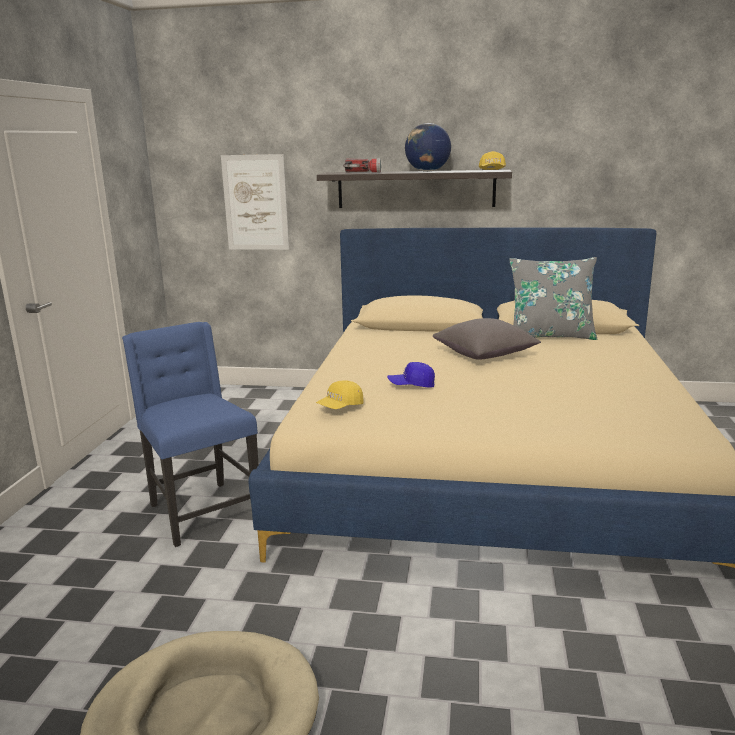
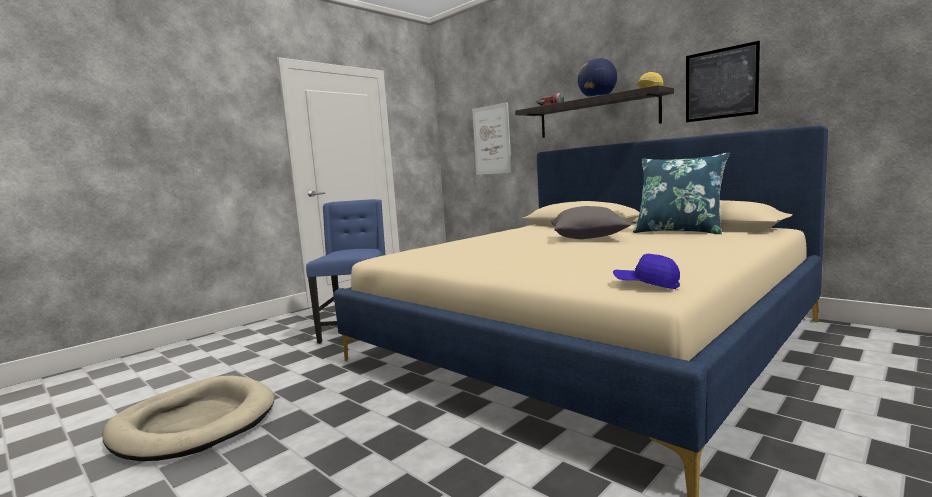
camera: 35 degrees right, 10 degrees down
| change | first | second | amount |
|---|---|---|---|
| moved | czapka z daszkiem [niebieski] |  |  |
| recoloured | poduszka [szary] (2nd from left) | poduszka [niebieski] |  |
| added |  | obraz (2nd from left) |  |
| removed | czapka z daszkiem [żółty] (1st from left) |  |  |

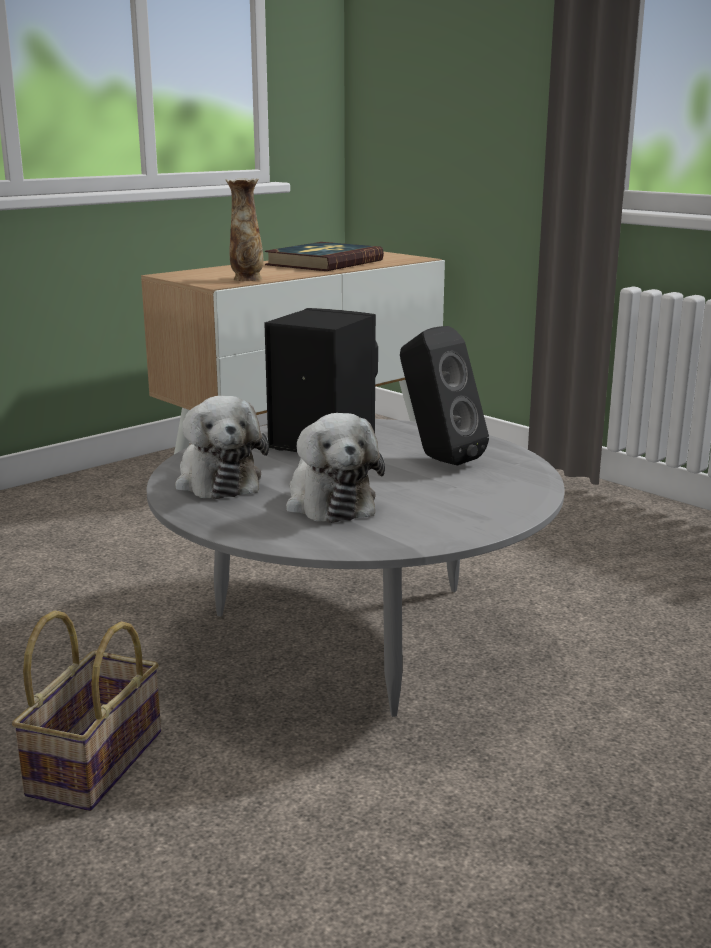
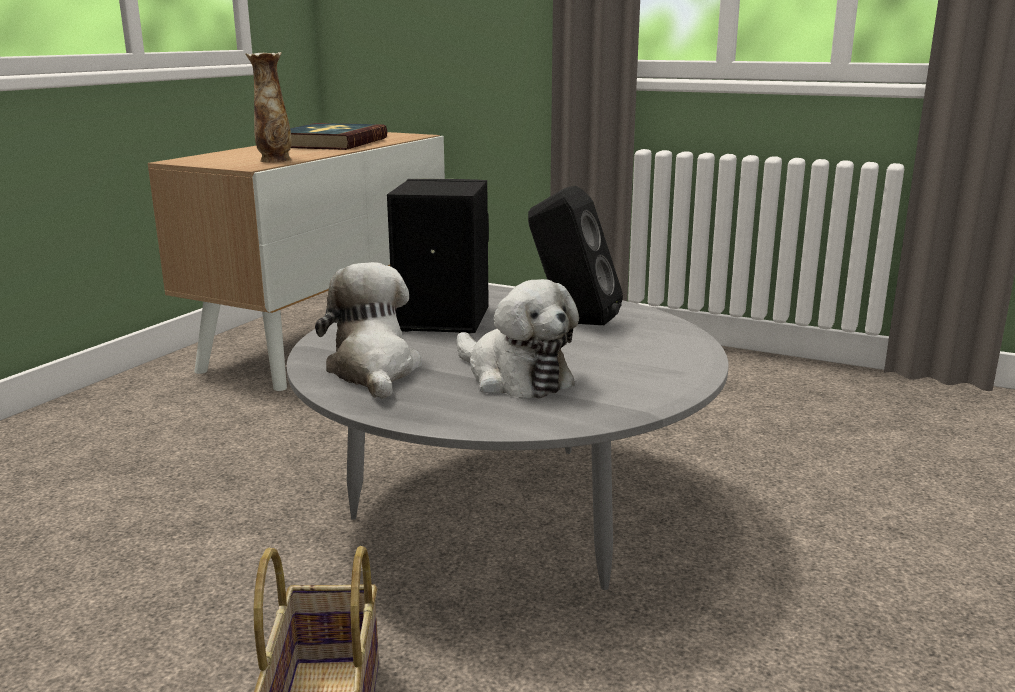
camera: 20 degrees left, 0 degrees up
| change | first | second | amount |
|---|---|---|---|
| turned | pluszak (1st from left) |  | 150 degrees counterclockwise |

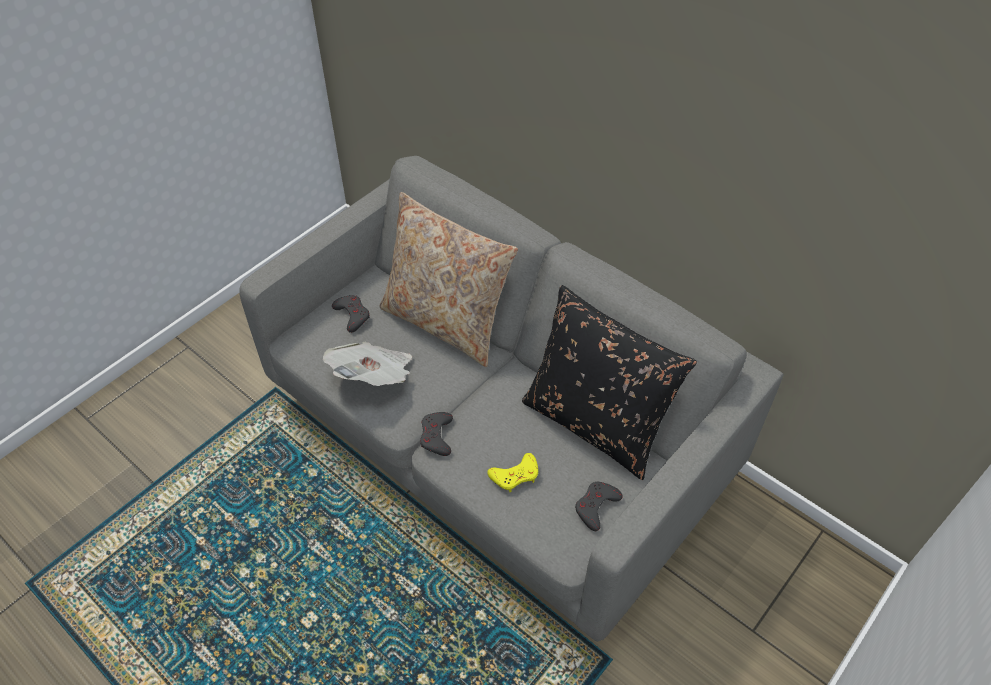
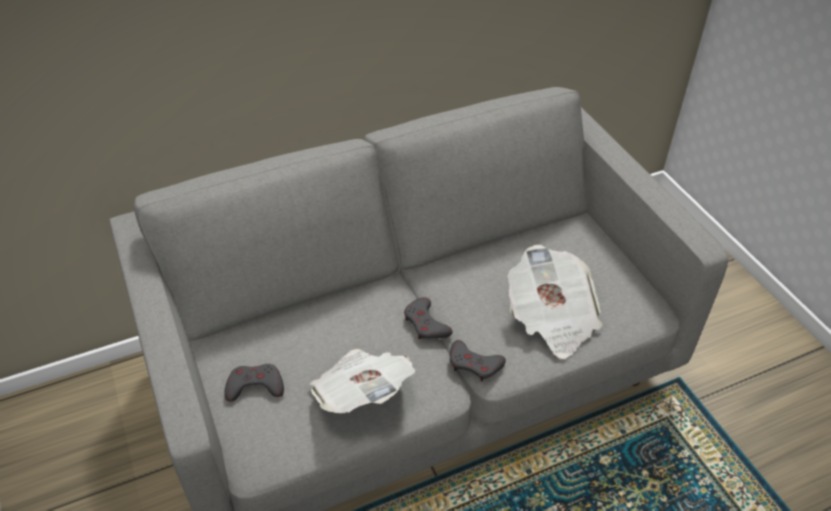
camera: 65 degrees left, 5 degrees down
| change | first | second | amount |
|---|---|---|---|
| moved | pad do gier [szary] (3rd from left in the first image) | pad do gier [szary] (2nd from left) |  |
| replaced | pad do gier [żółty] | gazeta (2nd from left) |  |
| removed | poduszka [beżowy] |  |  |
| removed | poduszka [czarny] |  |  |

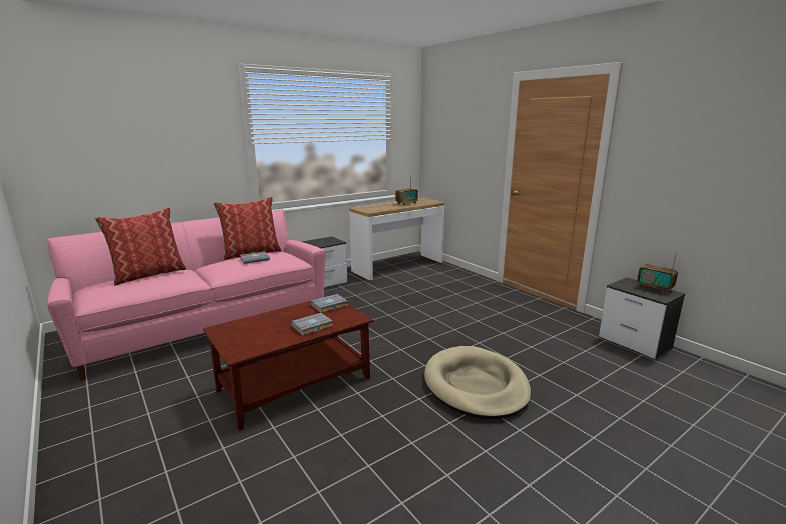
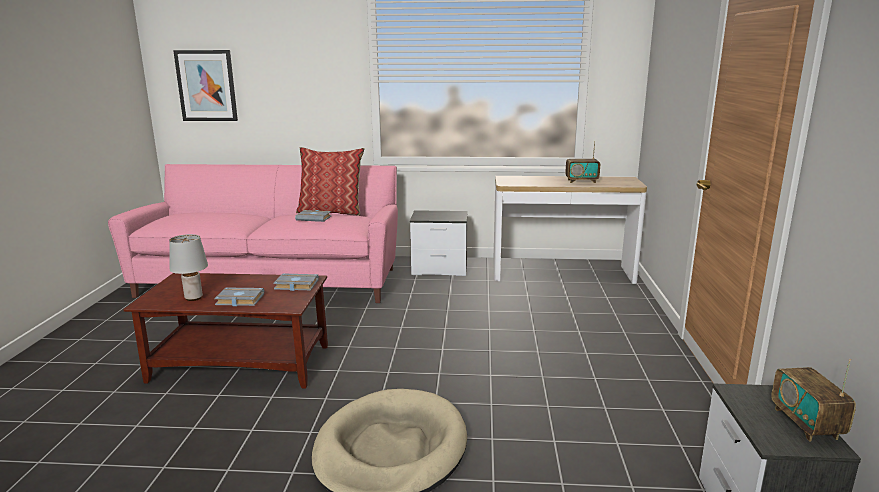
camera: 40 degrees right, 0 degrees up
| change | first | second | amount |
|---|---|---|---|
| added |  | lampa stołowa [szary] |  |
| added |  | obraz |  |
| removed | poduszka (1st from left) |  |  |

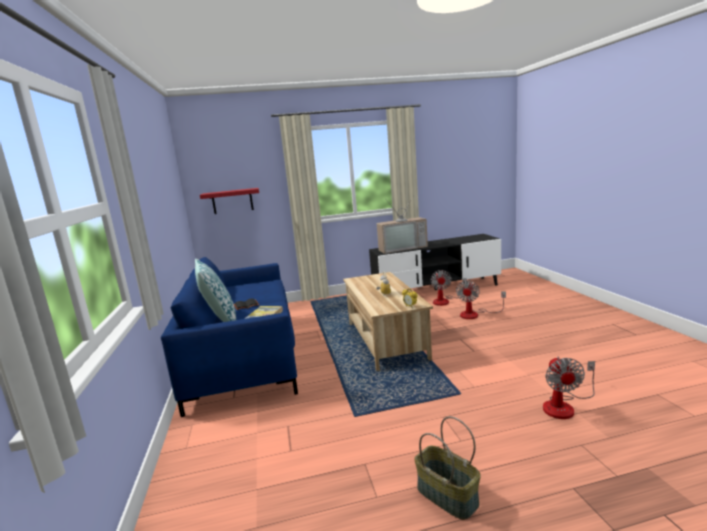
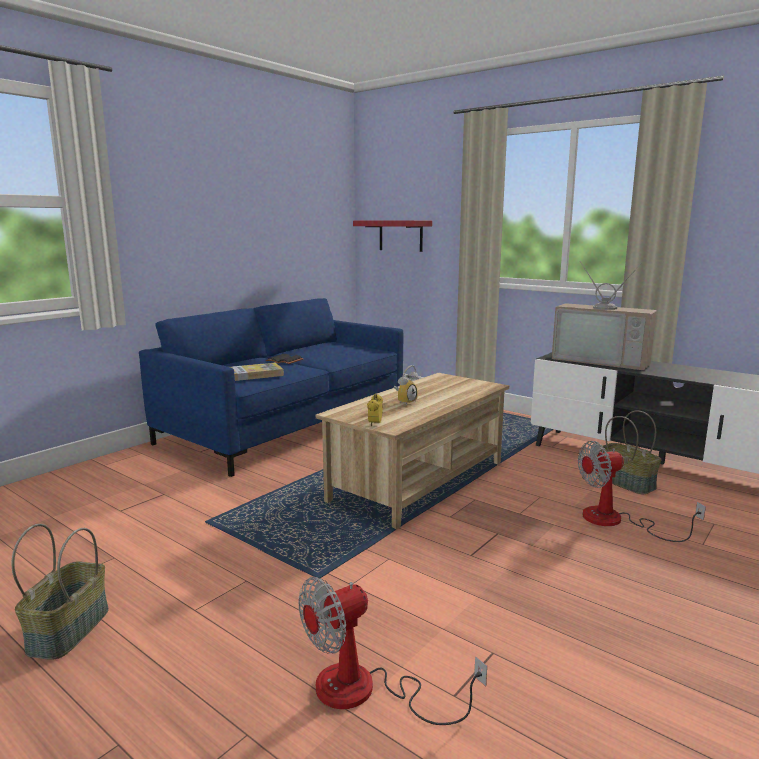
camera: 50 degrees right, 0 degrees up
| change | first | second | amount |
|---|---|---|---|
| replaced | wentylator (1st from left) | koszyk (2nd from left) |  |
| removed | poduszka |  |  |

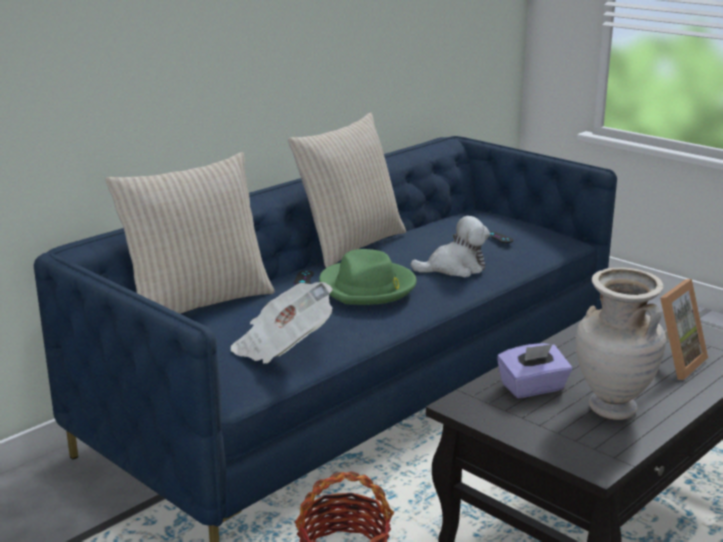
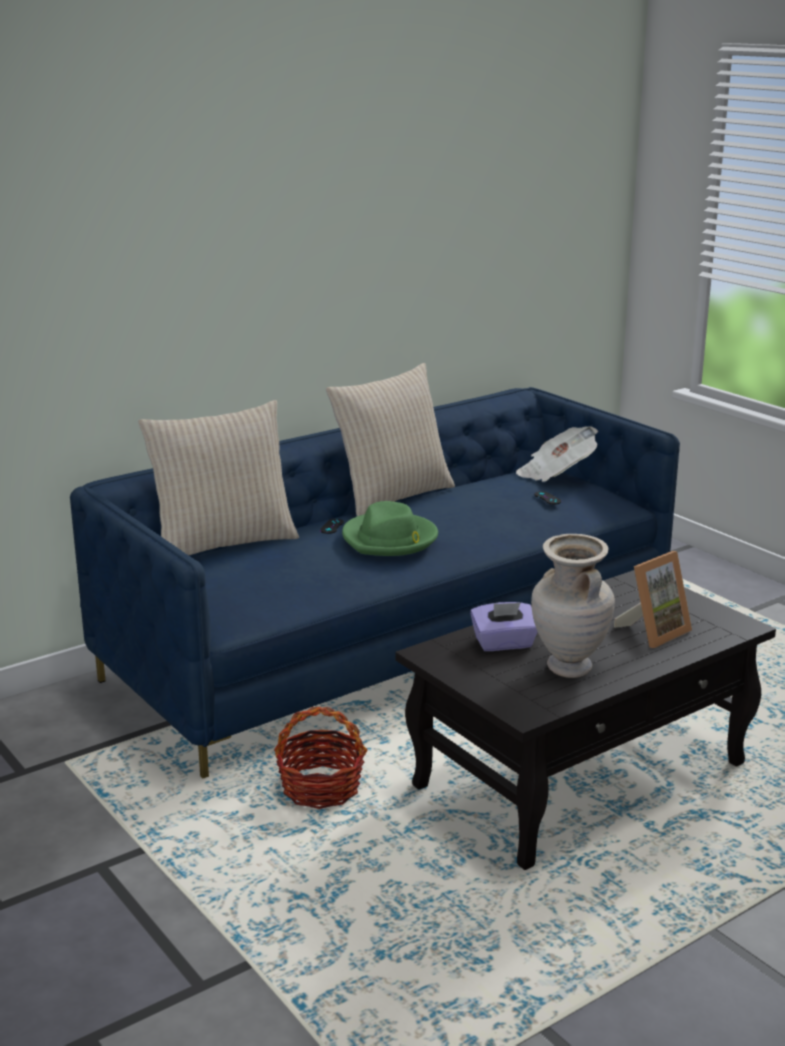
camera: 10 degrees right, 0 degrees up
| change | first | second | amount |
|---|---|---|---|
| moved | gazeta |  |  |
| removed | pluszak |  |  |

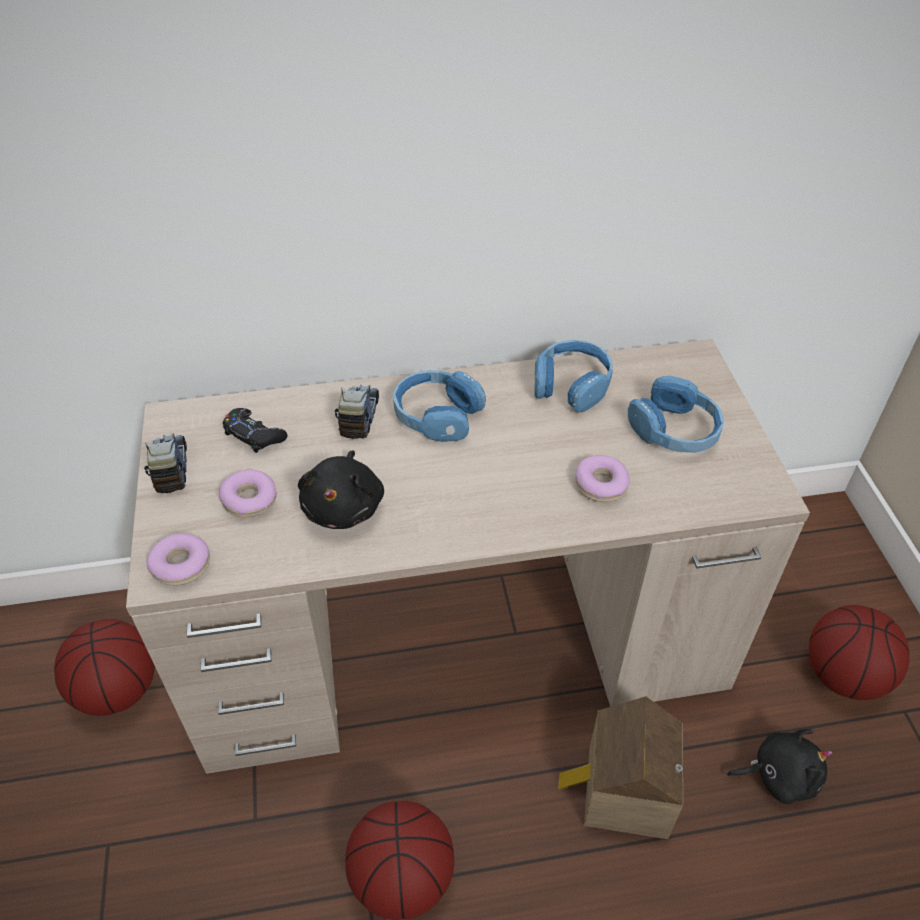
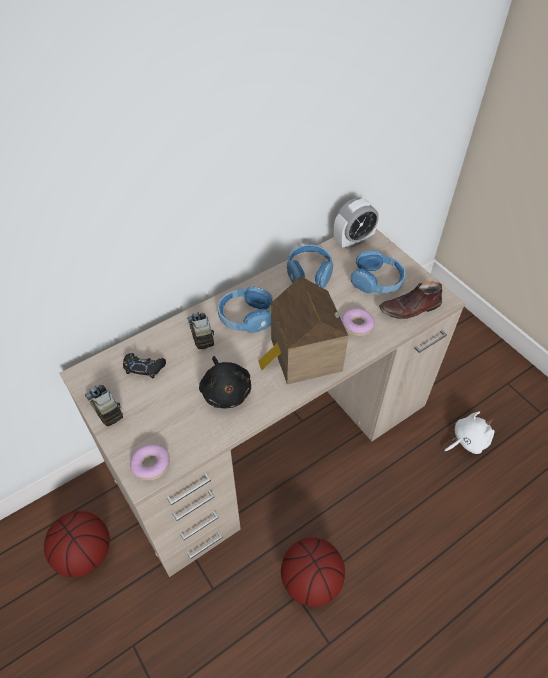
camera: 25 degrees left, 5 degrees up
| change | first | second | amount |
|---|---|---|---|
| moved | domek |  |  |
| added |  | budzik |  |
| added |  | but [brązowy] |  |
| recoloured | pluszak [czarny] (2nd from left) | pluszak [biały] |  |
| removed | donut (2nd from left) |  |  |
| removed | piłka do koszykówki (3rd from left) |  |  |

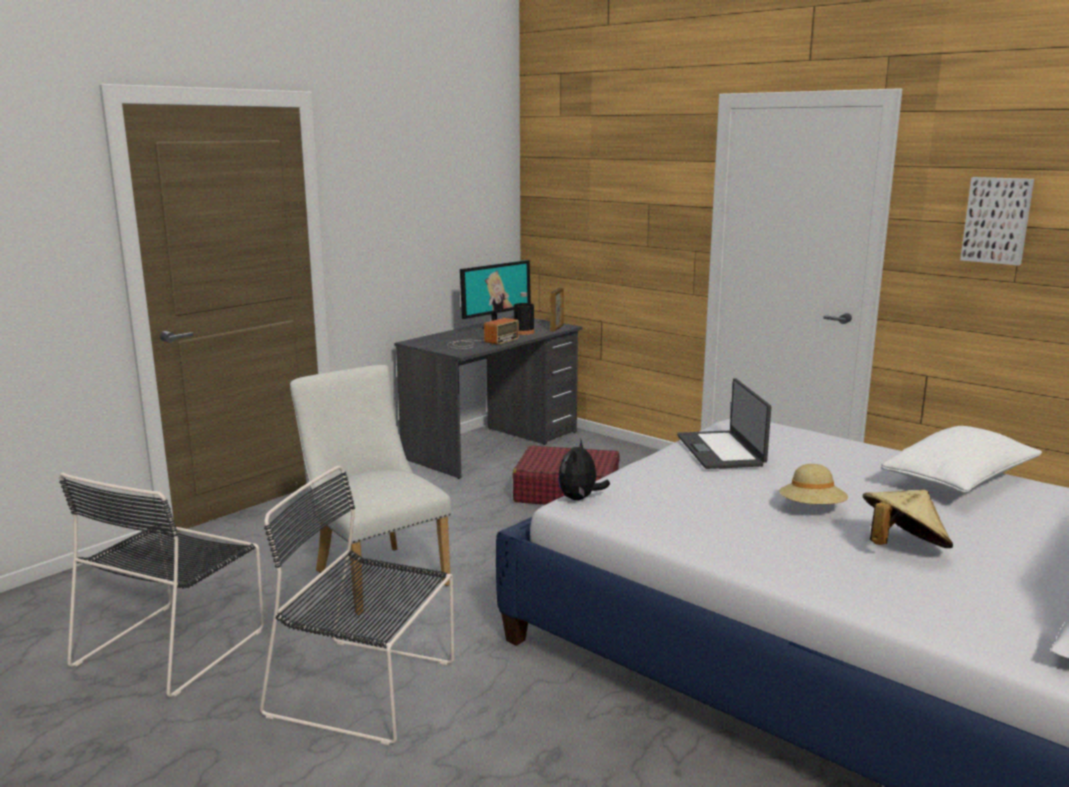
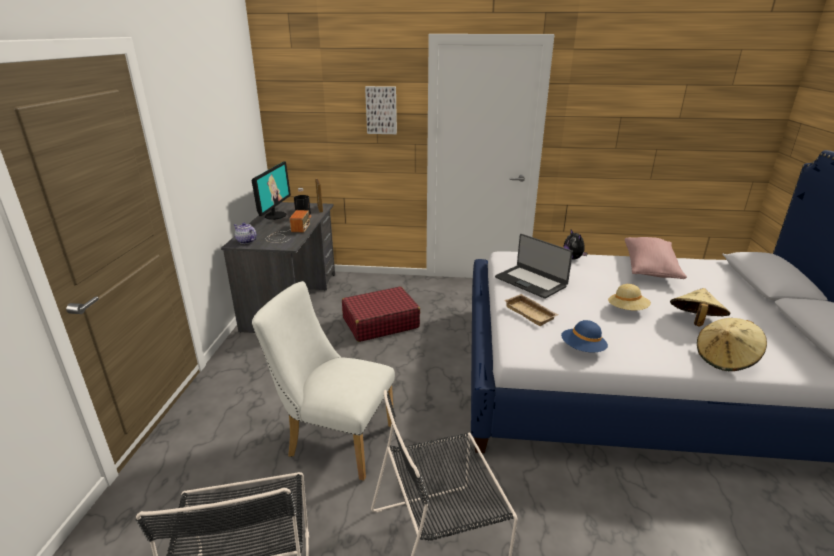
camera: 35 degrees left, 10 degrees up
| change | first | second | amount |
|---|---|---|---|
| added |  | imbryk |  |
| moved | obraz |  |  |
| added |  | taca [beżowy] |  |
| added |  | kapelusz [niebieski] |  |
| moved | pluszak |  |  |
| recoloured | poduszka [biały] | poduszka [różowy] |  |
| added |  | kapelusz [beżowy] (3rd from left) |  |

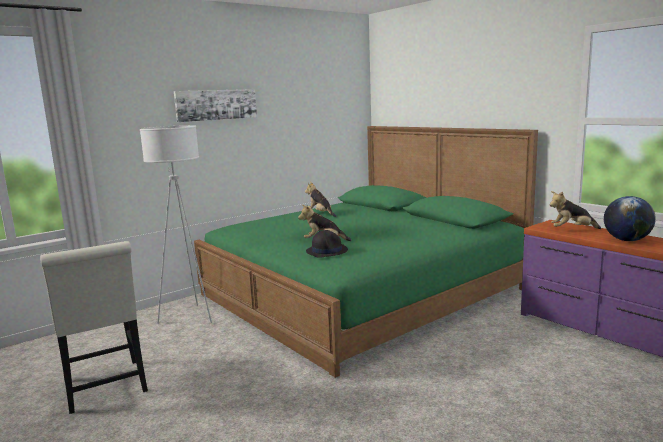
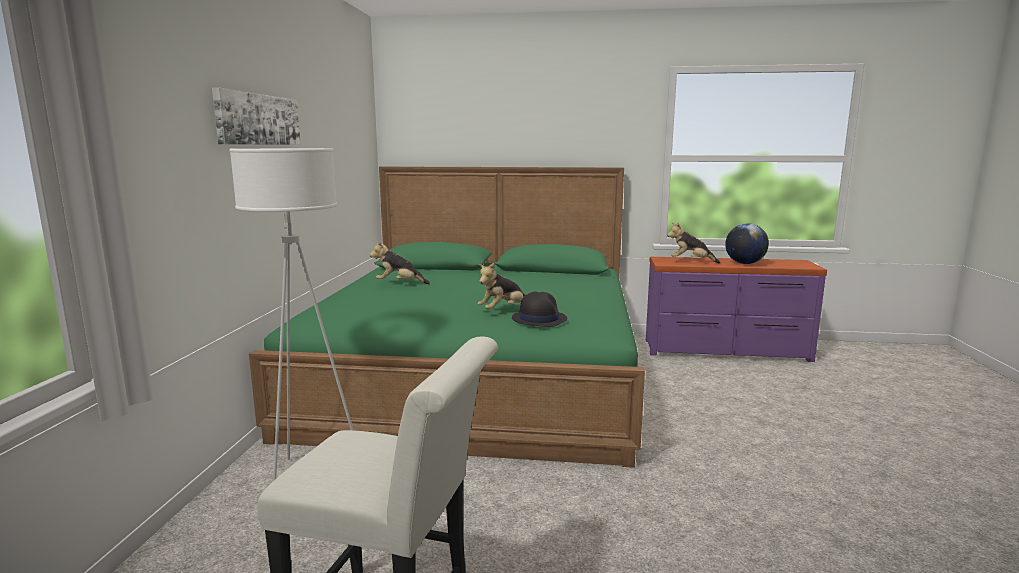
camera: 45 degrees left, 0 degrees up
| change | first | second | amount |
|---|---|---|---|
| turned | pluszak (3rd from left) |  | 60 degrees clockwise |

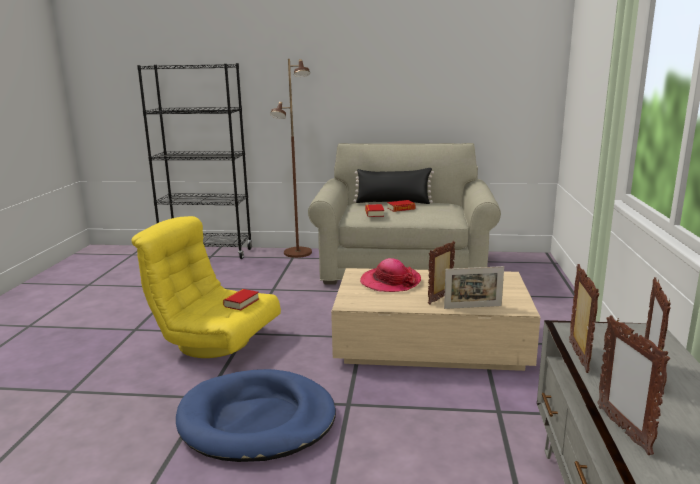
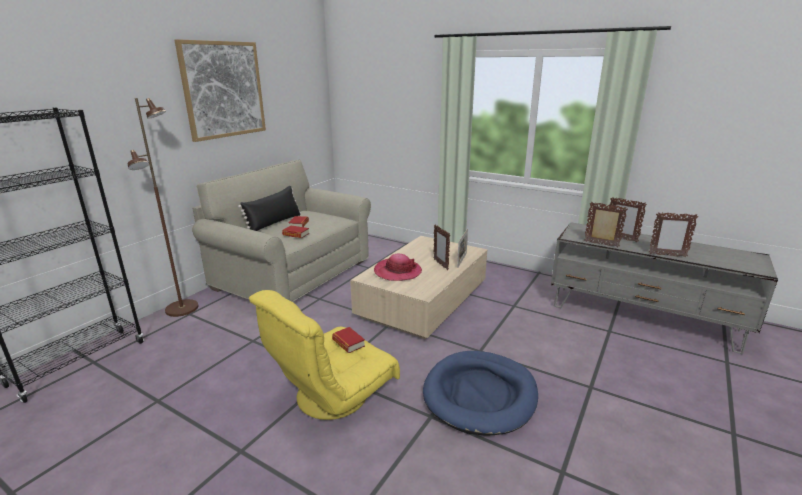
camera: 65 degrees left, 5 degrees up
| change | first | second | amount |
|---|---|---|---|
| added |  | obraz |  |

